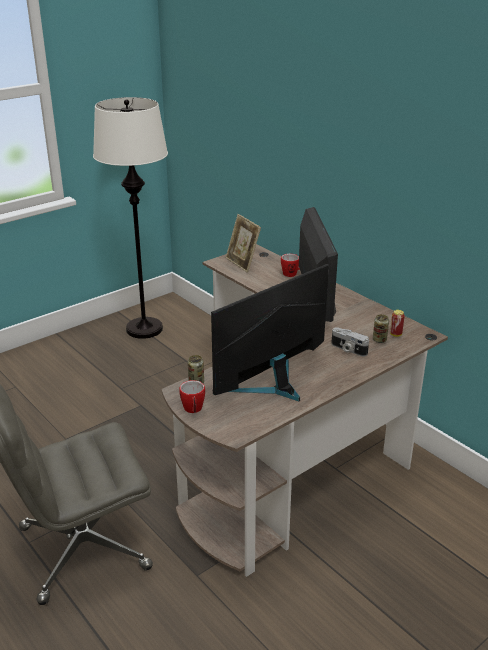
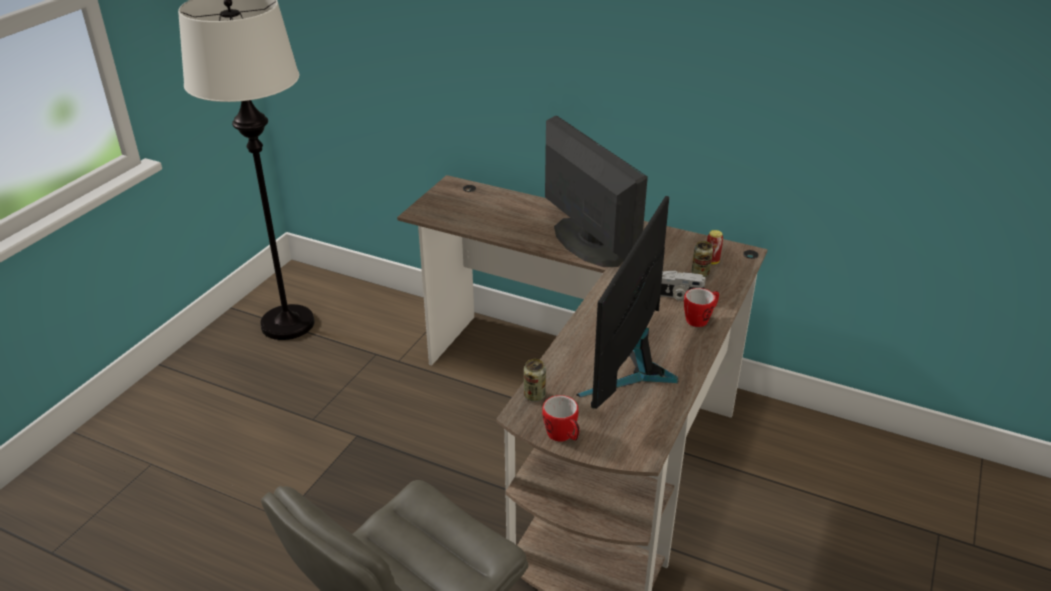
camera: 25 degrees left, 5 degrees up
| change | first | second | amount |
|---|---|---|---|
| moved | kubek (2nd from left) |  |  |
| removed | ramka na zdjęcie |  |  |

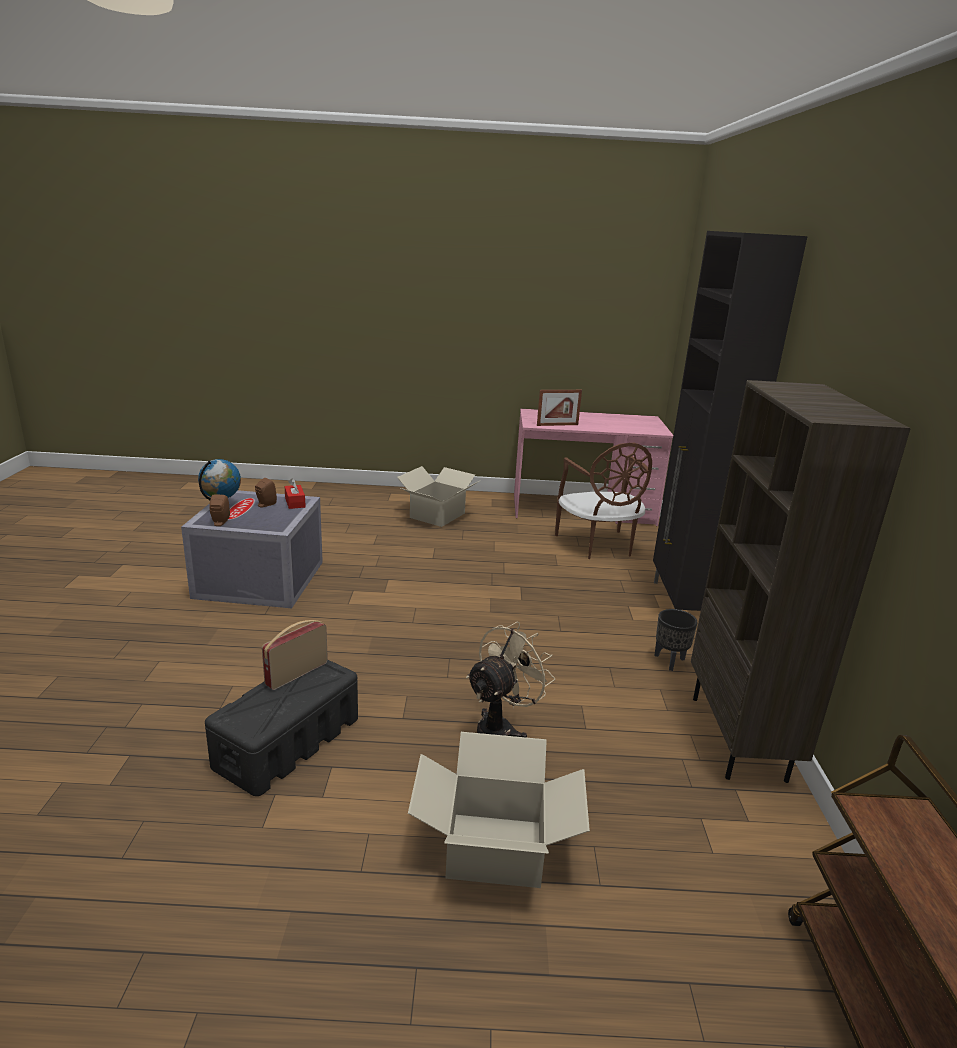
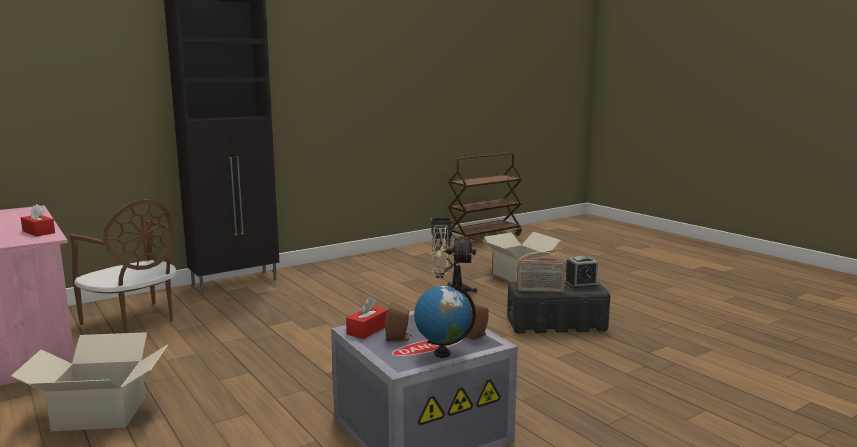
camera: 125 degrees left, 10 degrees down
| change | first | second | amount |
|---|---|---|---|
| replaced | ramka na zdjęcie | pudełko chusteczek [czerwony] (1st from left) |  |
| turned | krzesło [brązowy] |  | 90 degrees clockwise |
| moved | donica [czarny] |  |  |
| added |  | budzik |  |
| removed | regał [brązowy] |  |  |

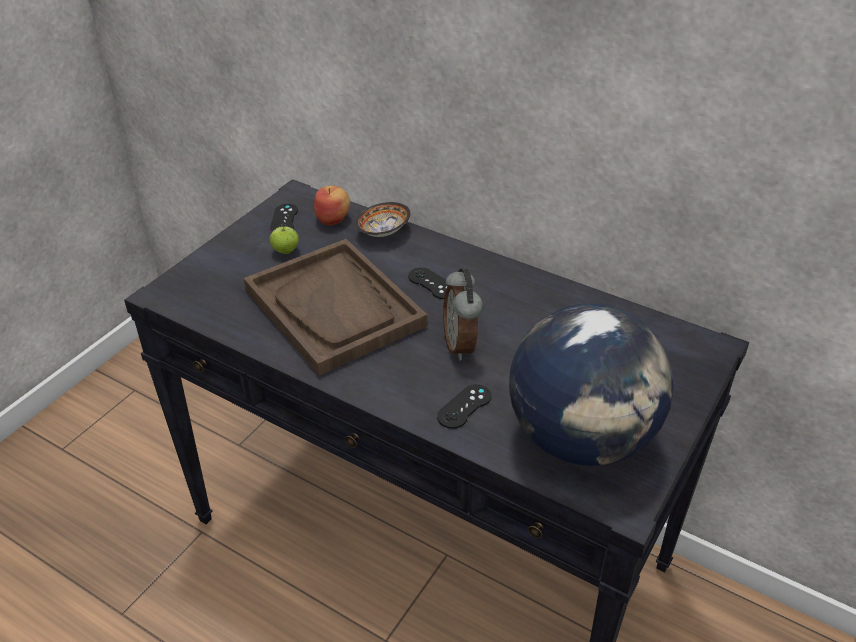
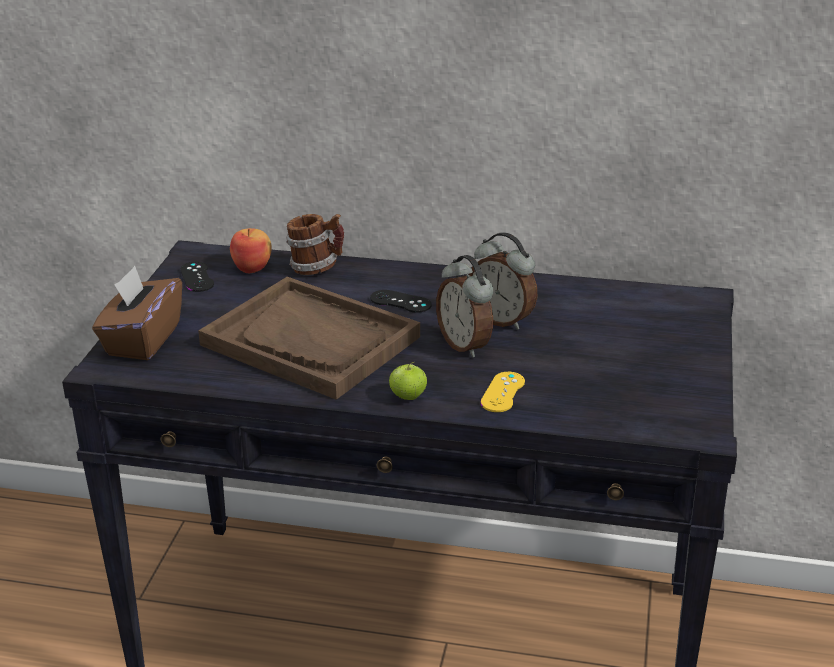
camera: 20 degrees left, 10 degrees down
| change | first | second | amount |
|---|---|---|---|
| added |  | pudełko chusteczek [brązowy] |  |
| replaced | miska | kubek |  |
| moved | jabłko (1st from left in the first image) | jabłko (2nd from left) |  |
| added |  | budzik (2nd from left) |  |
| recoloured | pad do gier [czarny] (3rd from left) | pad do gier [żółty] |  |
| removed | globus |  |  |

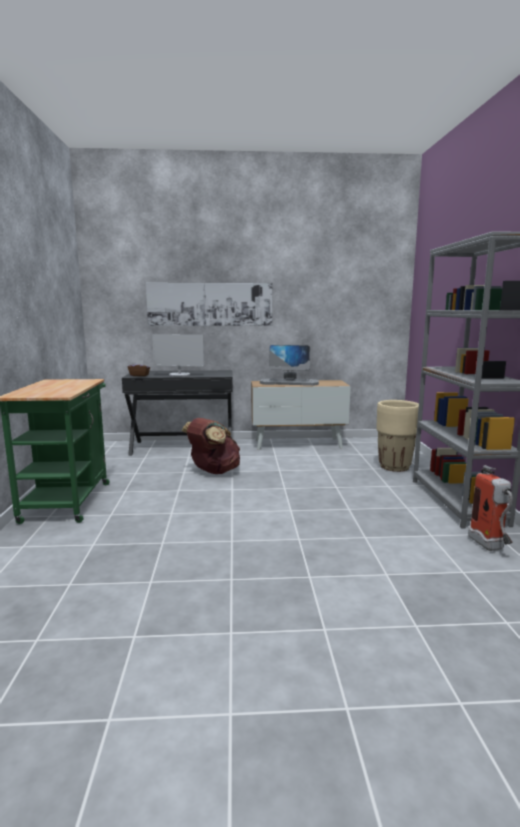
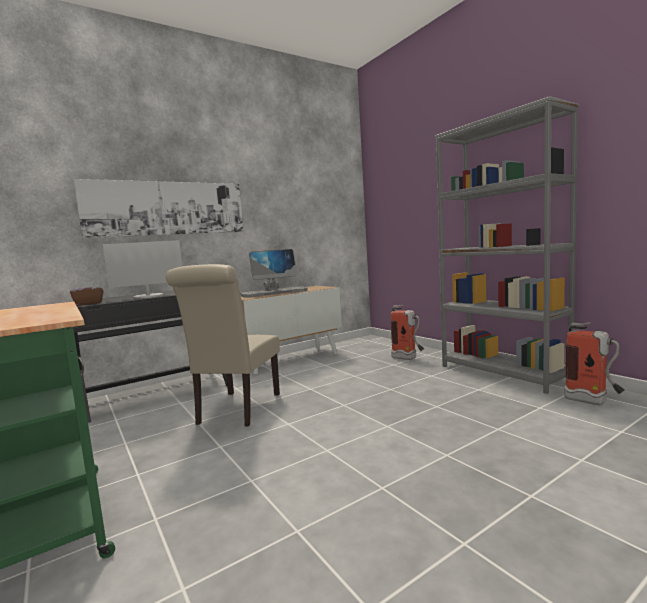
camera: 30 degrees left, 5 degrees down
| change | first | second | amount |
|---|---|---|---|
| replaced | plecak [brązowy] | krzesło [beżowy] |  |
| replaced | donica [beżowy] | gaśnica (1st from left) |  |

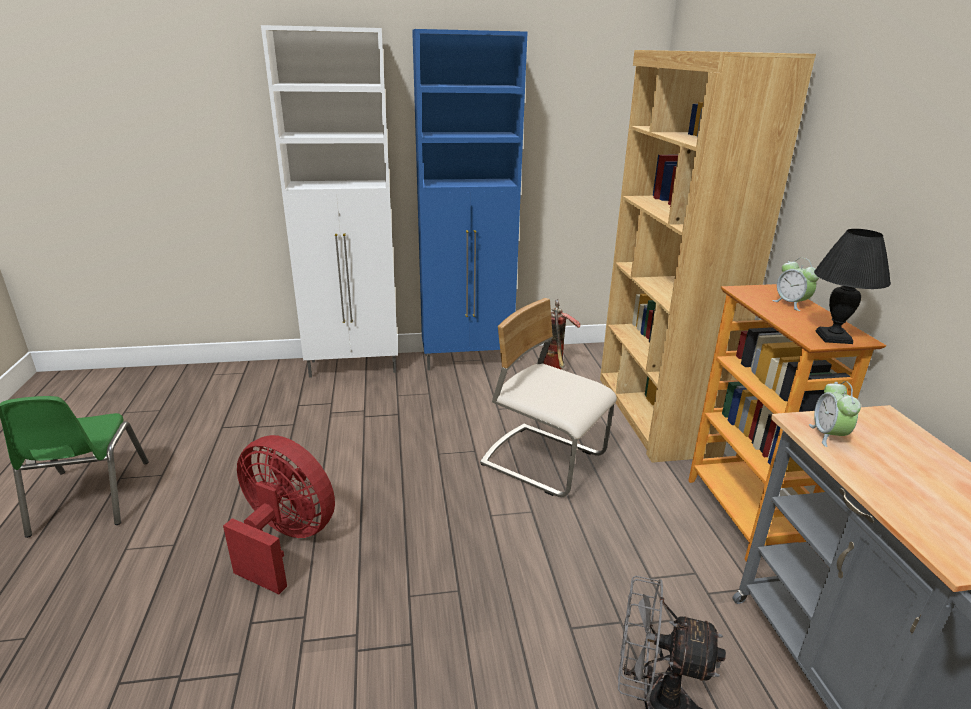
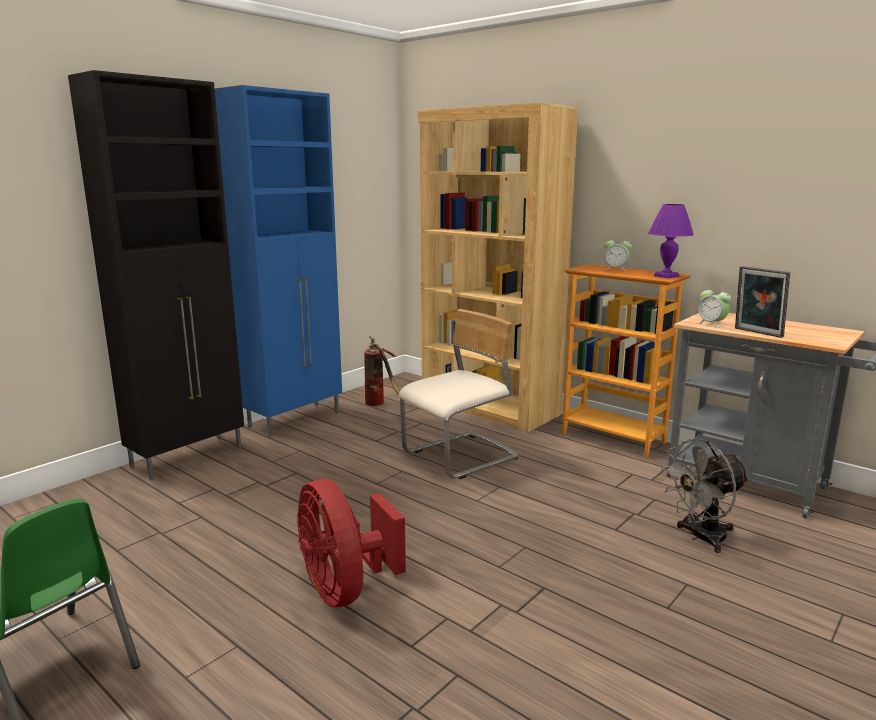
camera: 40 degrees left, 10 degrees down
| change | first | second | amount |
|---|---|---|---|
| recoloured | szafka [biały] | szafka [czarny] |  |
| turned | wentylator [czerwony] |  | 105 degrees counterclockwise |
| turned | krzesło [beżowy] |  | 150 degrees clockwise |
| recoloured | lampa stołowa [czarny] | lampa stołowa [fioletowy] |  |
| added |  | ramka na zdjęcie |  |

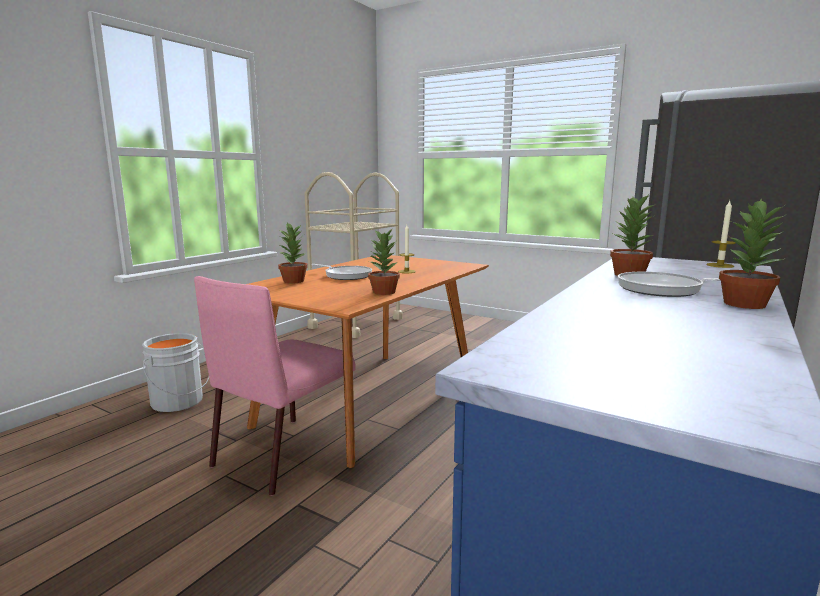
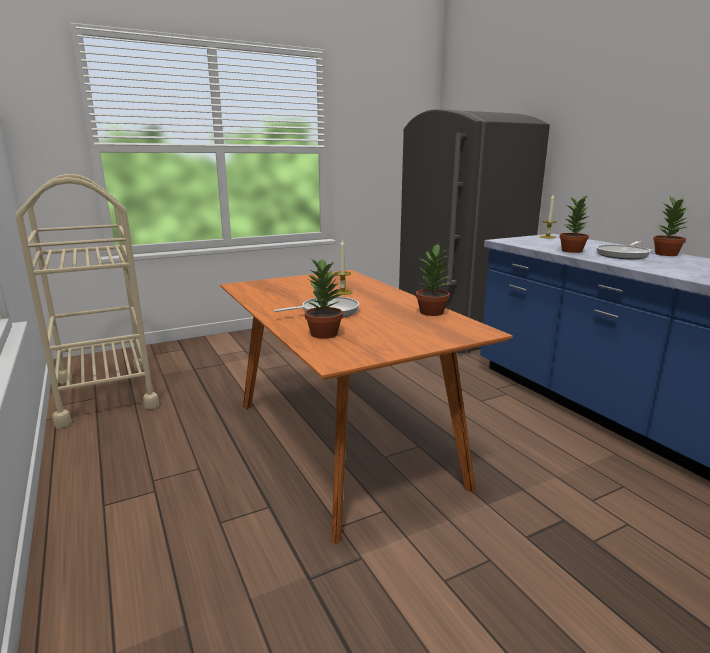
camera: 60 degrees left, 5 degrees up
| change | first | second | amount |
|---|---|---|---|
| removed | wiadro [szary] |  |  |
| removed | krzesło [różowy] |  |  |

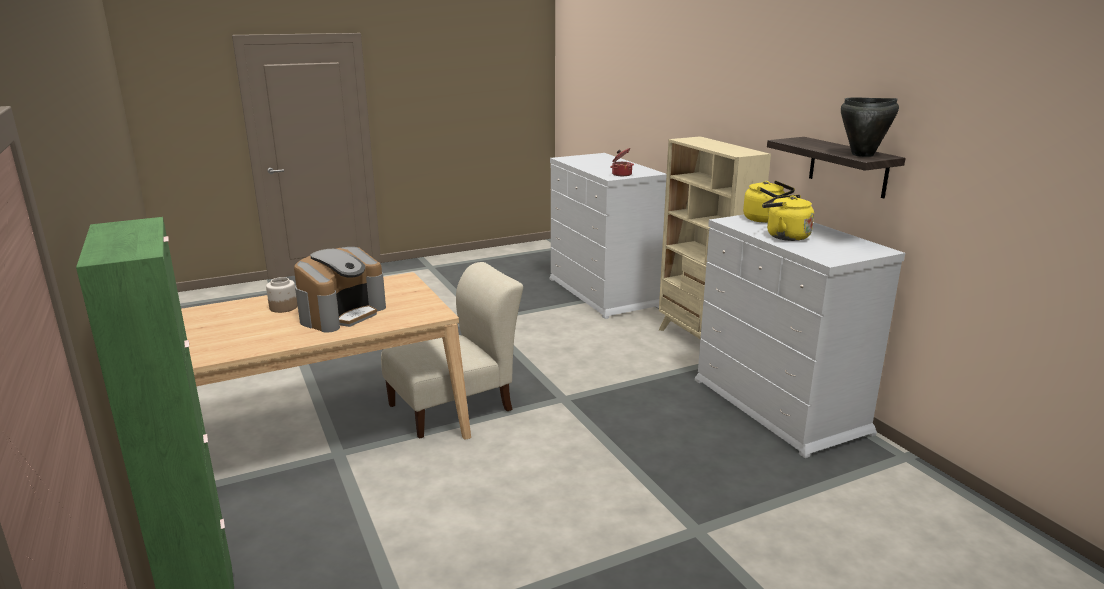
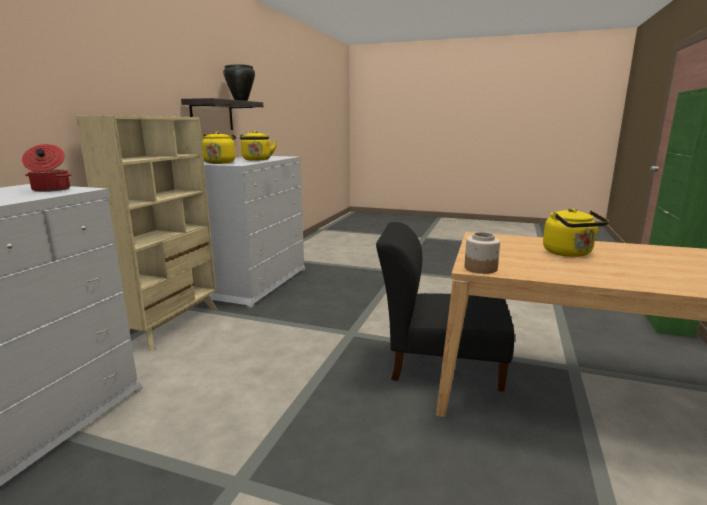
camera: 135 degrees left, 5 degrees down
| change | first | second | amount |
|---|---|---|---|
| recoloured | krzesło [beżowy] | krzesło [czarny] |  |
| moved | słoik |  |  |
| replaced | ekspres do kawy | czajnik [żółty] (3rd from left) |  |

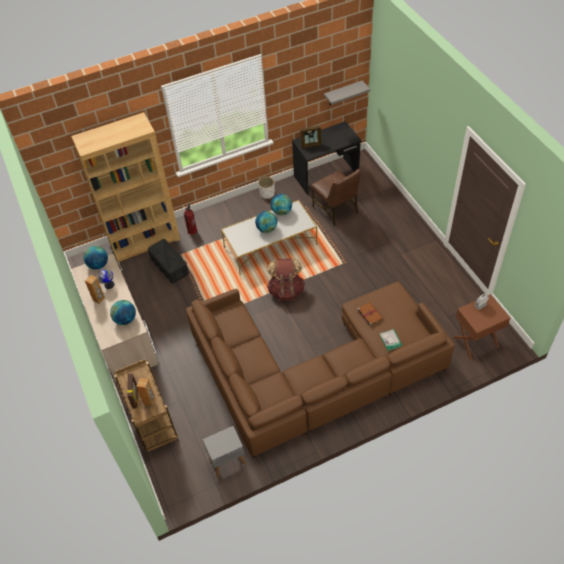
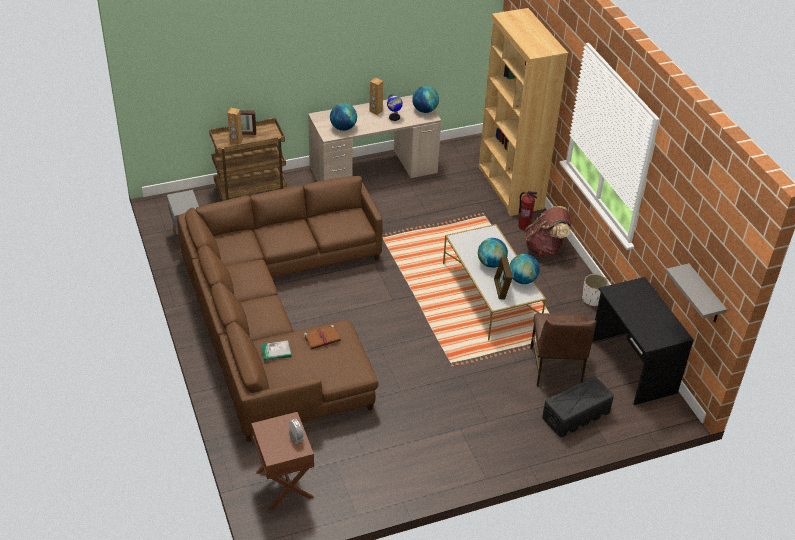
camera: 90 degrees right, 10 degrees down
| change | first | second | amount |
|---|---|---|---|
| moved | ramka na zdjęcie (2nd from left) |  |  |
| moved | plecak [brązowy] |  |  |
| turned | krzesło [brązowy] |  | 60 degrees counterclockwise |
| moved | pojemnik do przechowywania [czarny] |  |  |

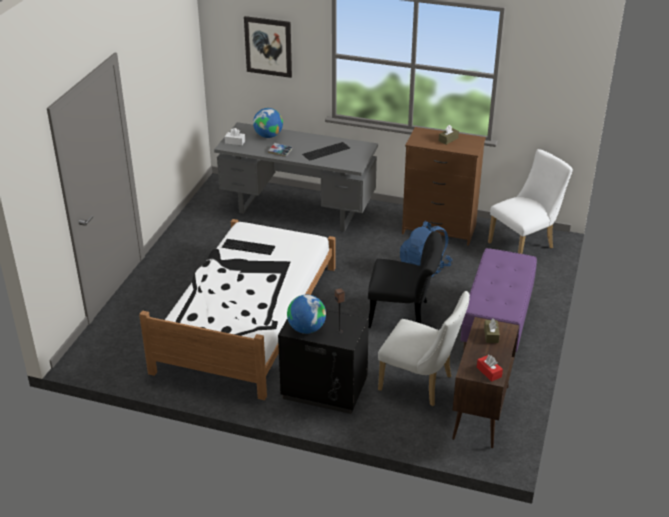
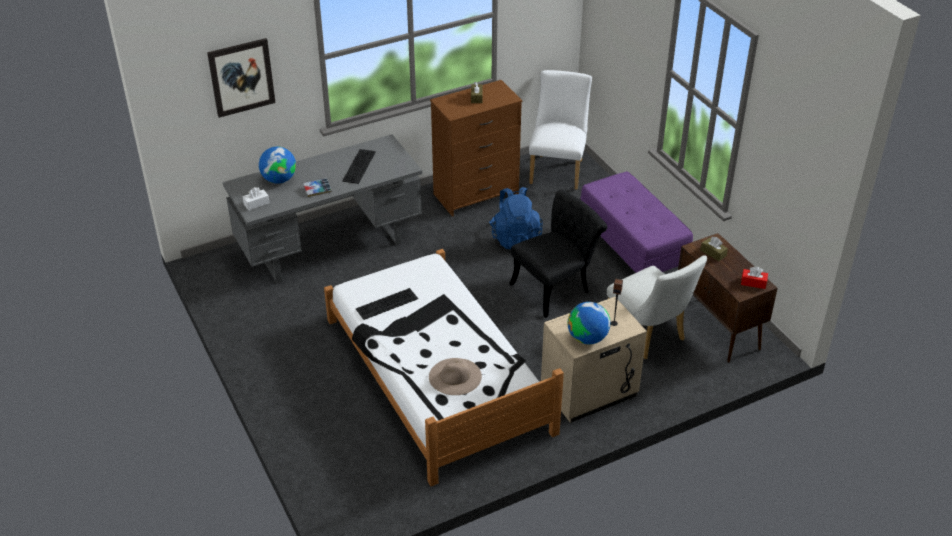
camera: 45 degrees left, 5 degrees up
| change | first | second | amount |
|---|---|---|---|
| added |  | kapelusz [beżowy] |  |
| recoloured | szafka nocna [czarny] | szafka nocna [beżowy] |  |
| turned | krzesło [biały] (1st from left in the first image) | krzesło [biały] (2nd from left) | 75 degrees clockwise |

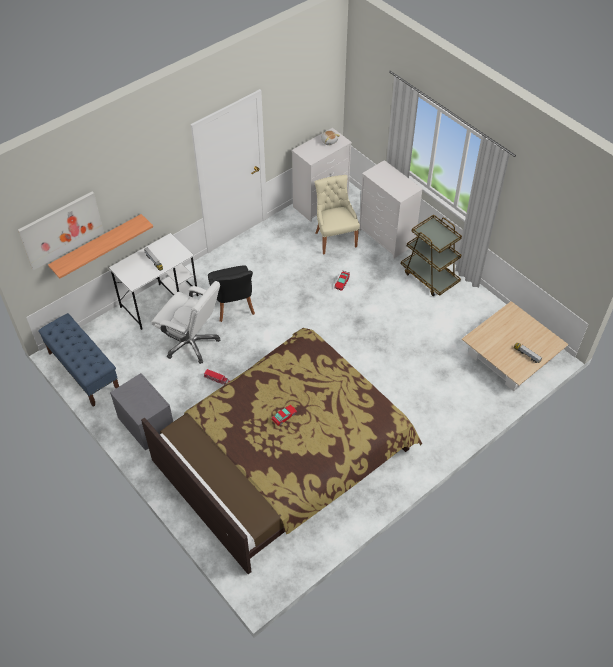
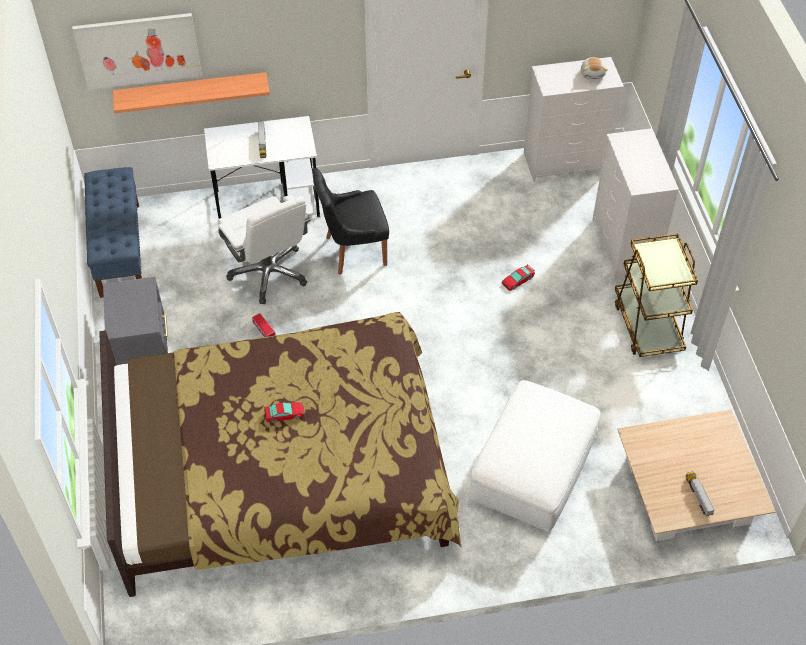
camera: 30 degrees right, 0 degrees up
| change | first | second | amount |
|---|---|---|---|
| turned | krzesło [czarny] |  | 60 degrees clockwise |
| added |  | pufa [biały] |  |
| removed | krzesło [beżowy] |  |  |

